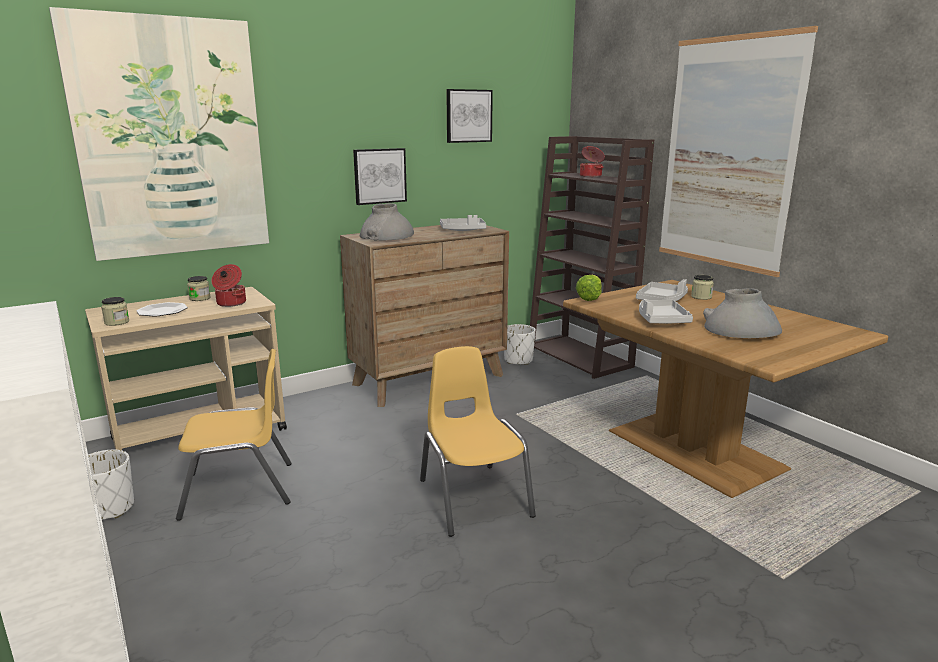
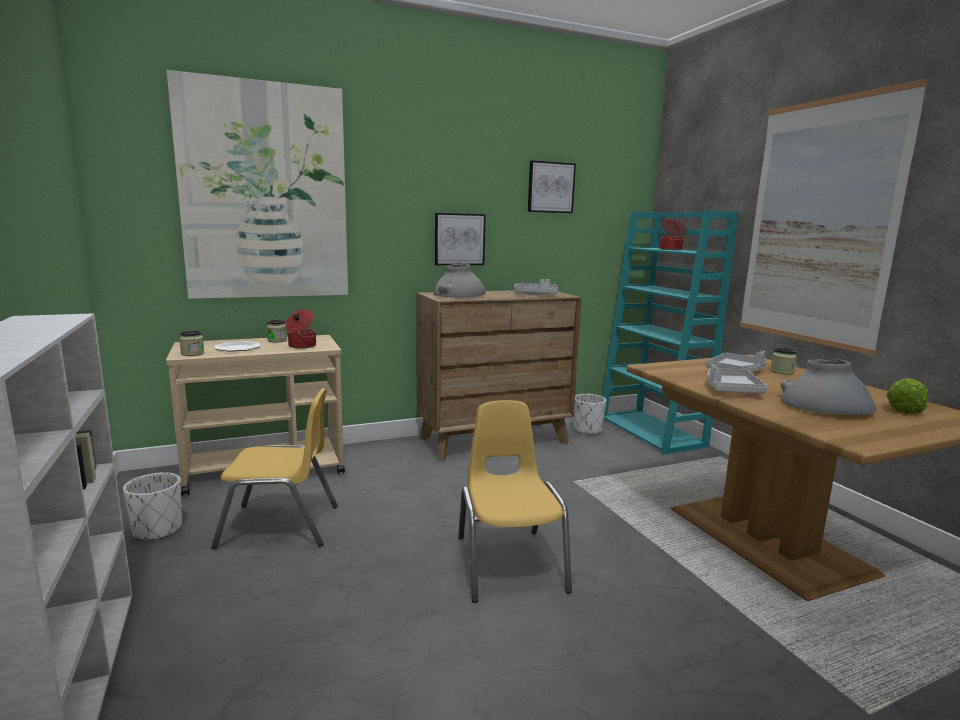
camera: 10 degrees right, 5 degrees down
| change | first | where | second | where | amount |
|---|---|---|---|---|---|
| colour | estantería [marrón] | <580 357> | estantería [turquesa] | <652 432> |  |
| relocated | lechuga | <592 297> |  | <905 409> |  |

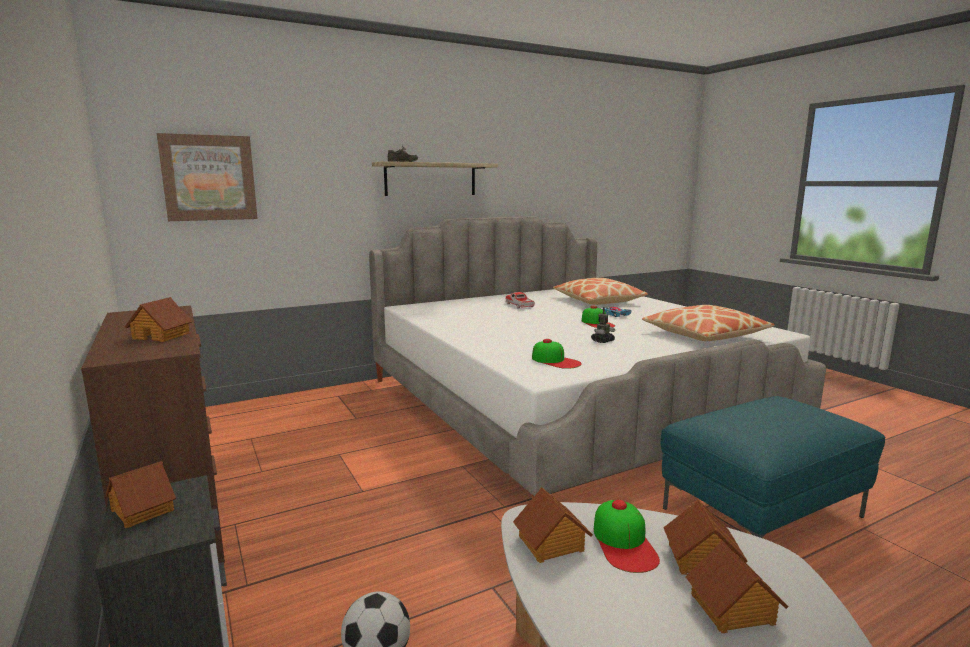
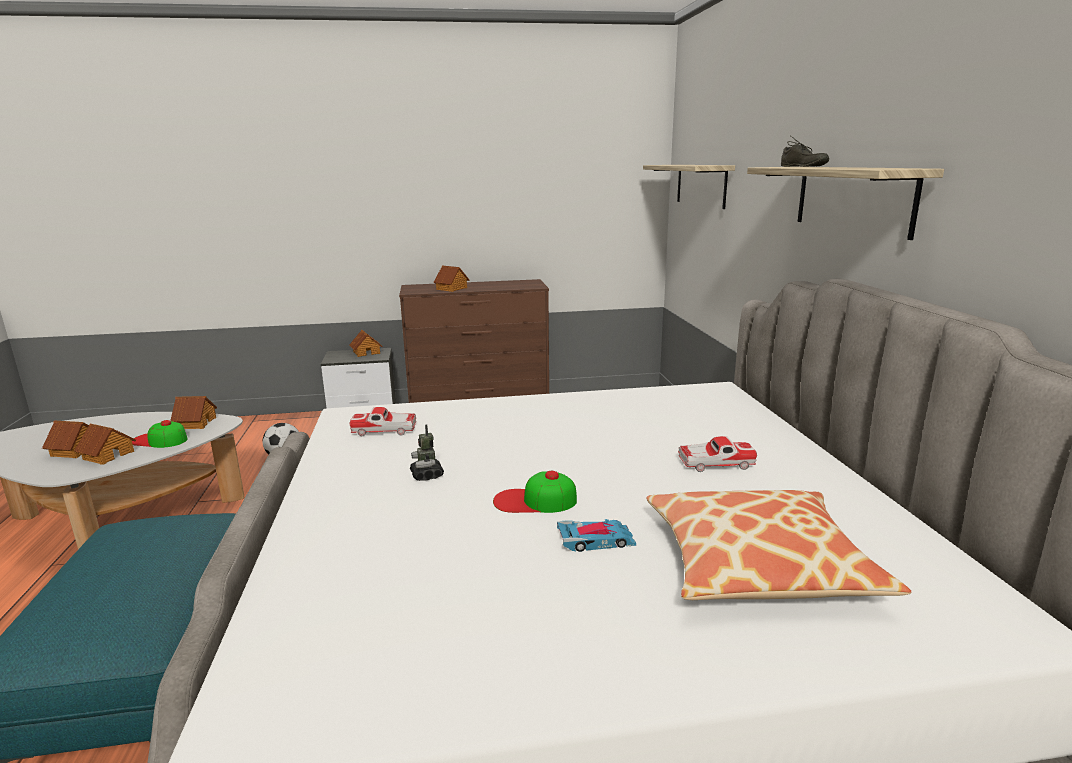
camera: 110 degrees right, 5 degrees up
| change | first | where | second | where | amount |
|---|---|---|---|---|---|
| exchanged | gorra | <555 361> | coche de juguete | <384 430> |  |
| exchanged | cuadro | <209 178> | estante | <701 185> |  |
| missing | cojín | <705 335> |  |  |  |

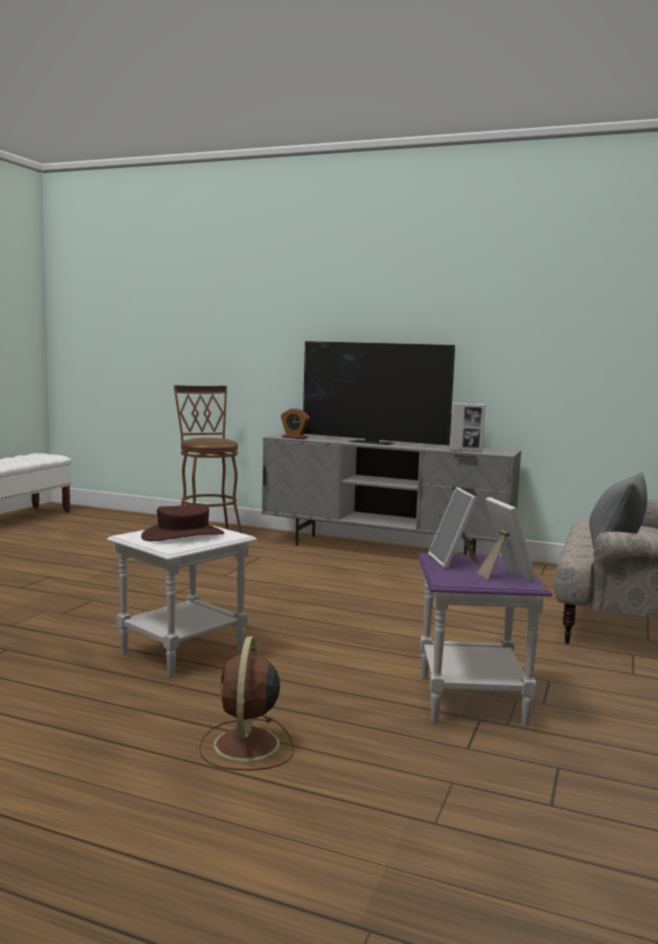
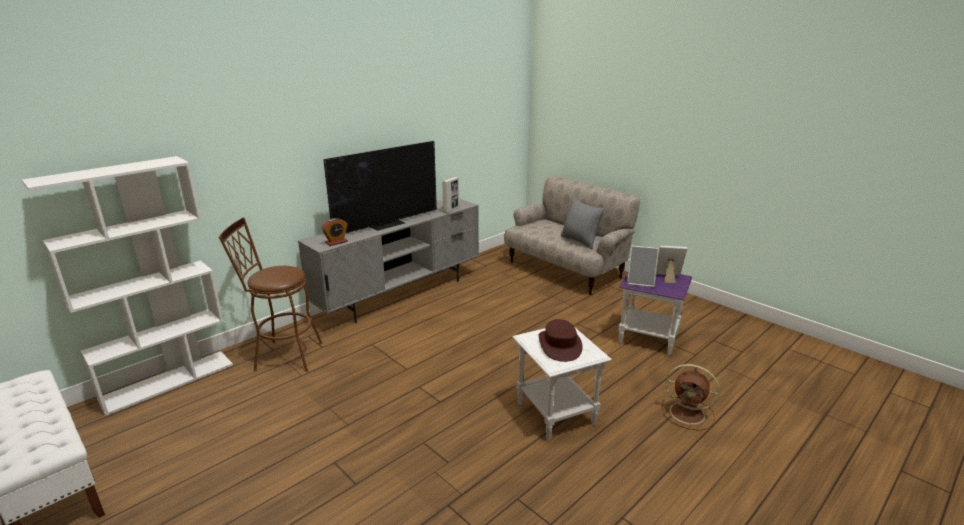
camera: 65 degrees left, 15 degrees up
| change | first | where | second | where | amount |
|---|---|---|---|---|---|
| appeared |  |  | estantería [blanco] | <168 381> |  |

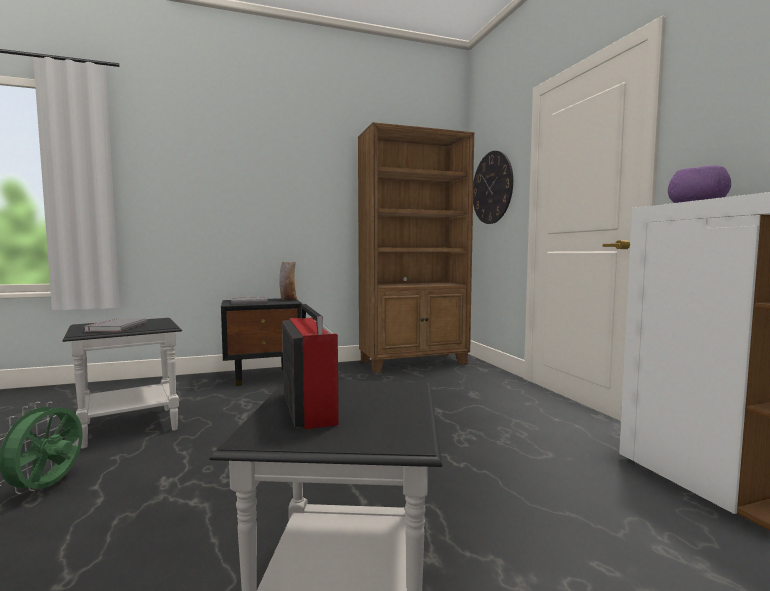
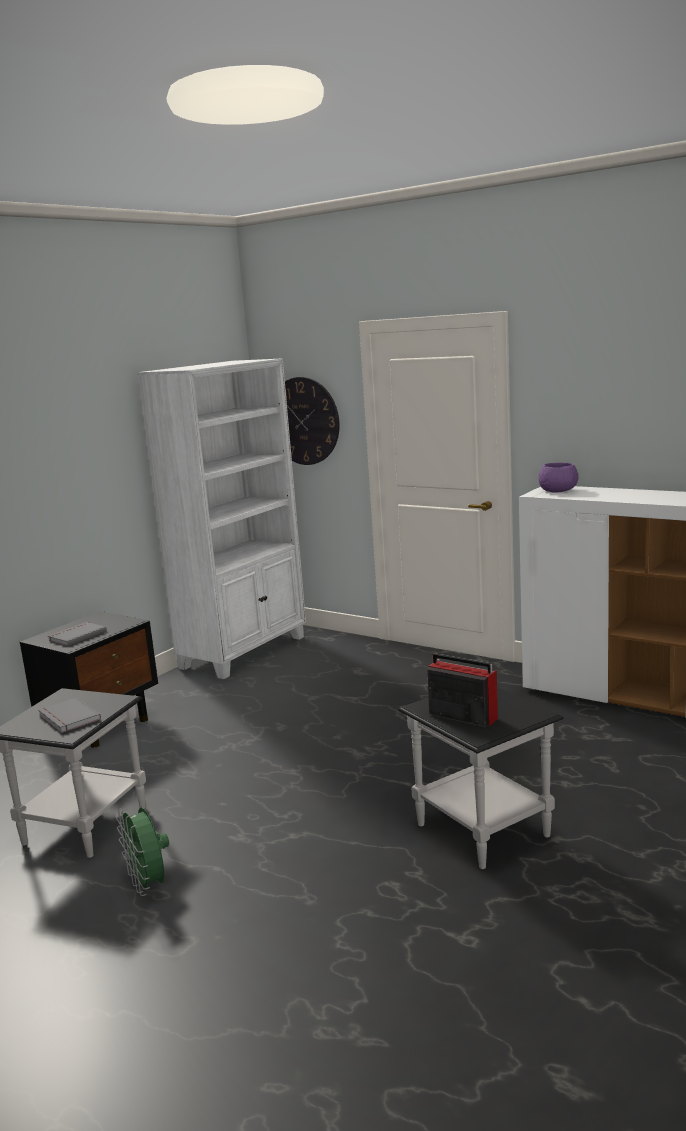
camera: 35 degrees left, 10 degrees up
| change | first | where | second | where | amount |
|---|---|---|---|---|---|
| colour | estantería [marrón] | <414 363> | estantería [blanco] | <245 652> |  |
| missing | florero | <288 300> |  |  |  |

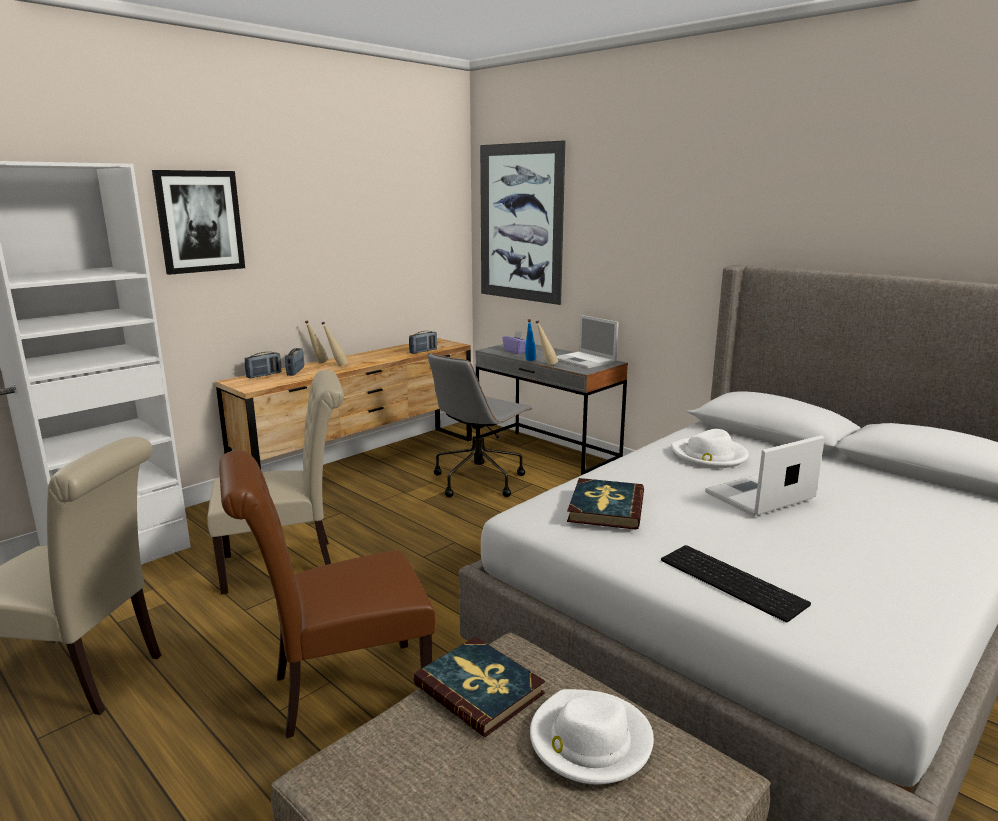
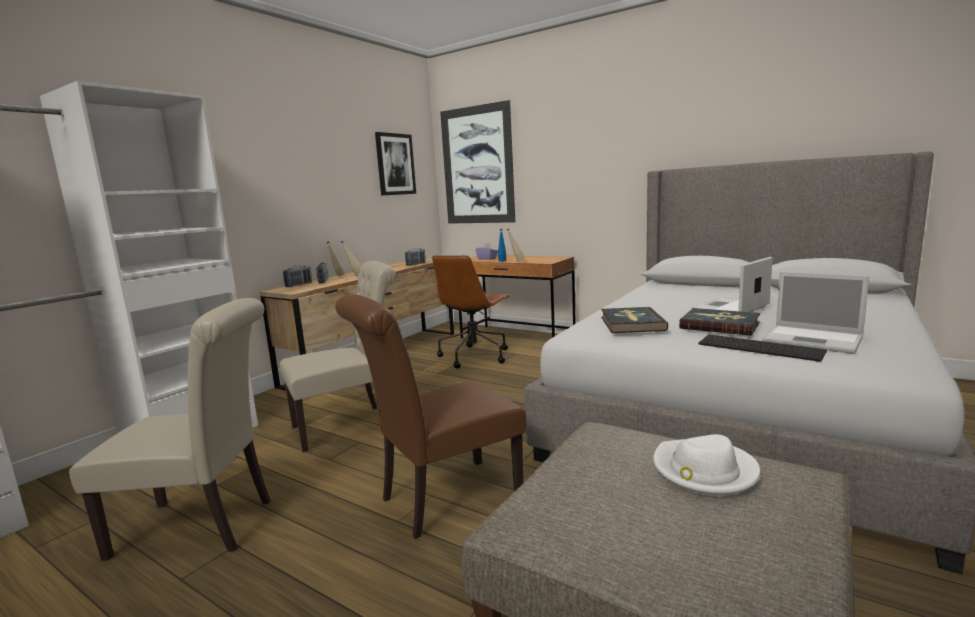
camera: 10 degrees left, 5 degrees down
| change | first | where | second | where | amount |
|---|---|---|---|---|---|
| relocated | cuadro | <200 221> |  | <395 164> |  |
| colour | silla de oficina [gris] | <479 480> | silla de oficina [marrón] | <474 356> |  |
| colour | escritorio [gris] | <546 457> | escritorio [marrón] | <517 337> |  |
| relocated | libro | <479 689> |  | <719 325> |  |
| relocated | portátil | <585 360> |  | <814 340> |  |
| missing | sombrero [blanco] | <709 456> |  |  |  |

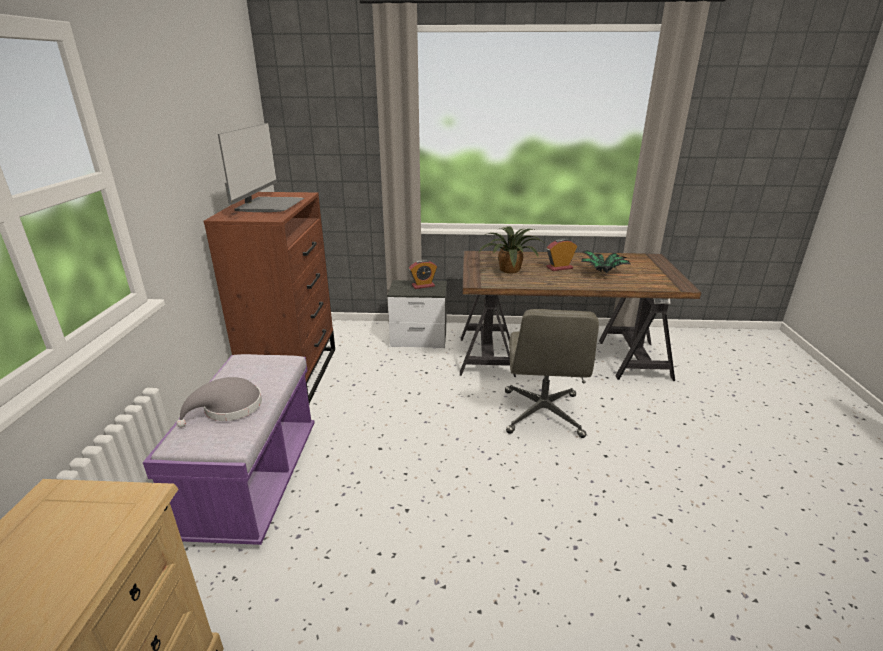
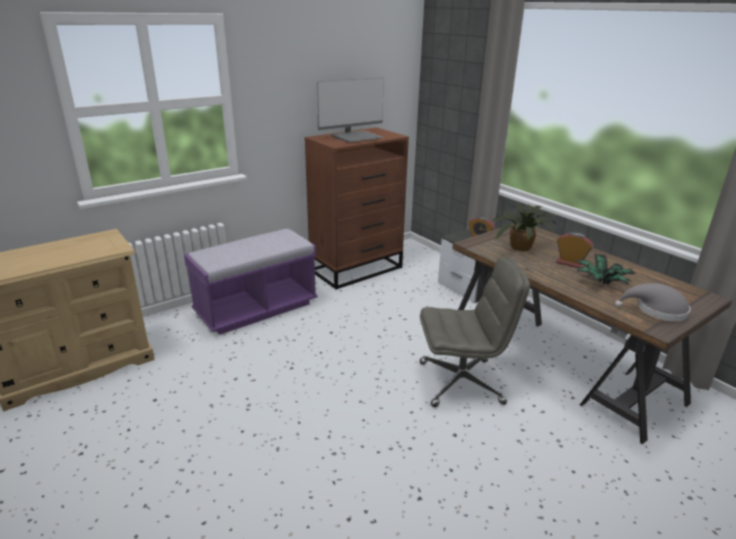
camera: 50 degrees right, 0 degrees up
| change | first | where | second | where | amount |
|---|---|---|---|---|---|
| spun | silla de oficina [gris] | <543 414> |  | <462 382> | 150 degrees counterclockwise |
| relocated | sombrero [gris] | <228 409> |  | <656 310> |  |

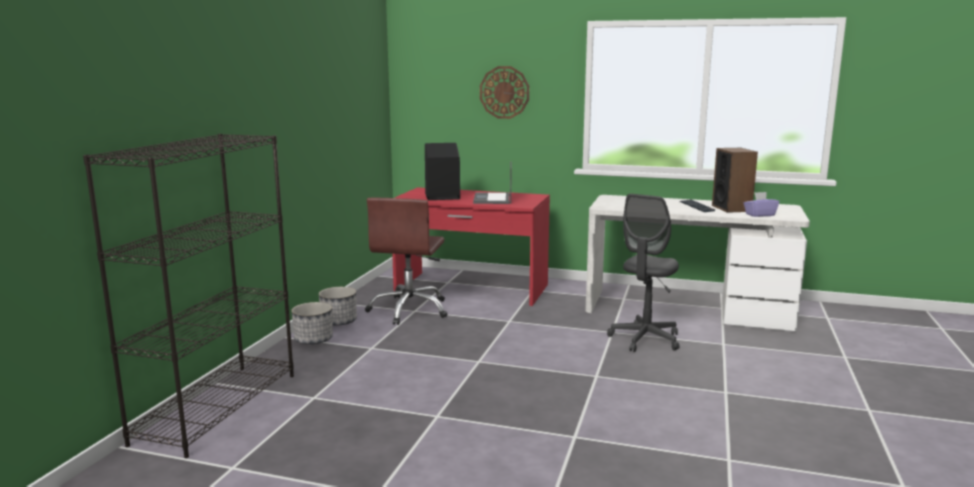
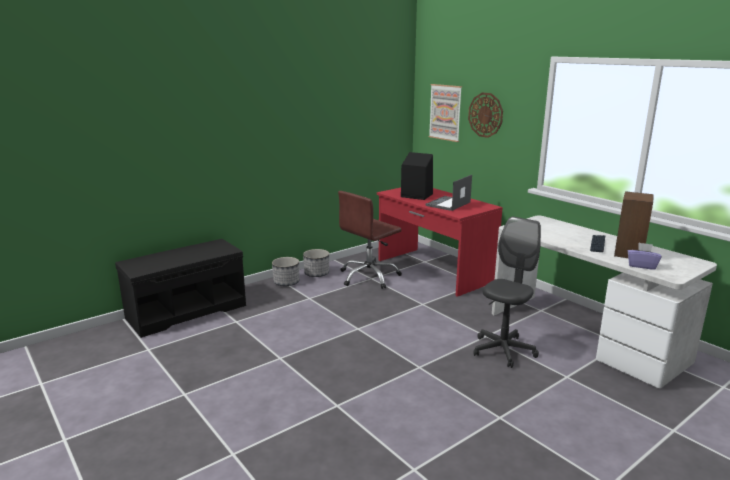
camera: 35 degrees right, 5 degrees up
| change | first | where | second | where | amount |
|---|---|---|---|---|---|
| exchanged | estantería [negro] | <218 407> | banco [negro] | <187 311> |  |
| appeared |  |  | cuadro | <445 112> |  |
| spun | silla de oficina [gris] | <645 339> |  | <503 350> | 150 degrees clockwise |

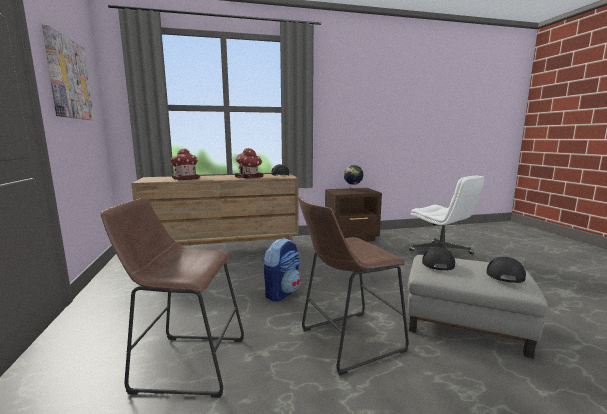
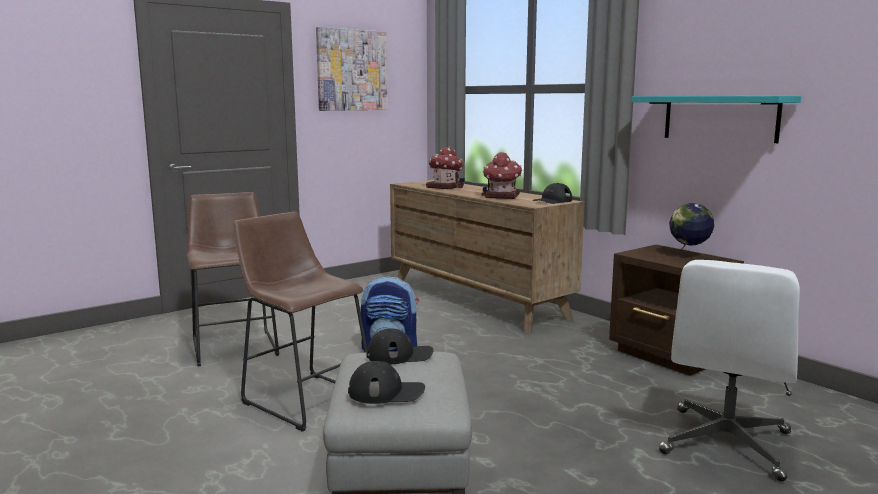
camera: 65 degrees right, 0 degrees up
| change | first | where | second | where | amount |
|---|---|---|---|---|---|
| appeared |  |  | estante [turquesa] | <720 118> |  |

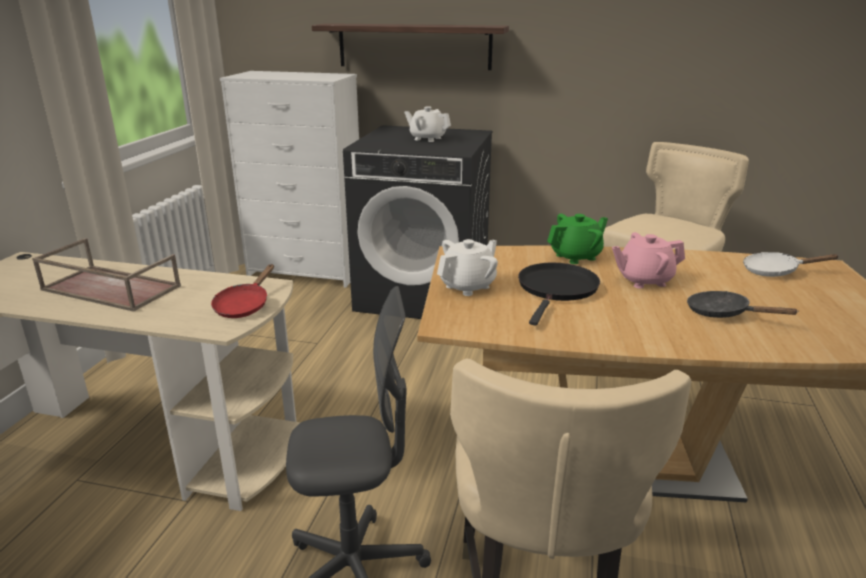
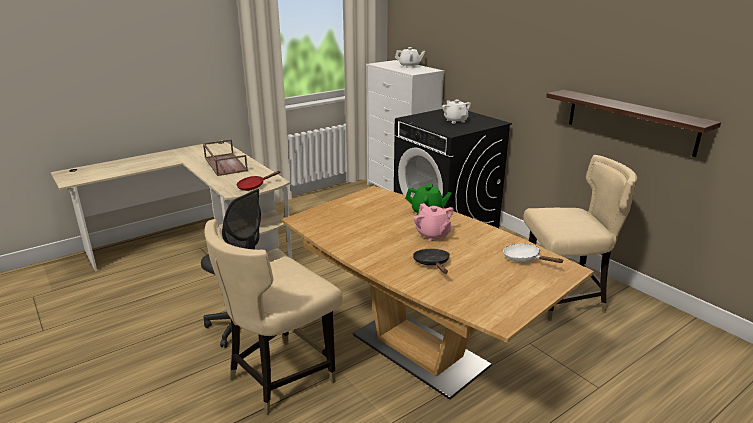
camera: 40 degrees right, 0 degrees up
| change | first | where | second | where | amount |
|---|---|---|---|---|---|
| relocated | tetera [blanco] | <468 286> |  | <409 66> |  |
| spun | tetera [rosa] | <643 280> |  | <432 235> | 150 degrees counterclockwise |
| relocated | estante | <414 46> |  | <630 121> |  |
| missing | sartén [negro] | <557 289> |  |  |  |

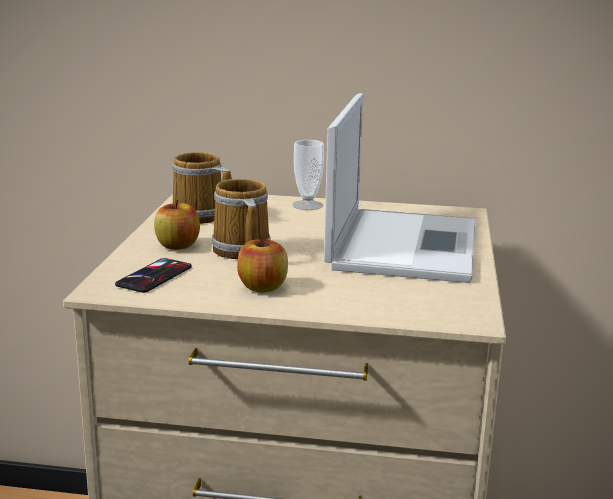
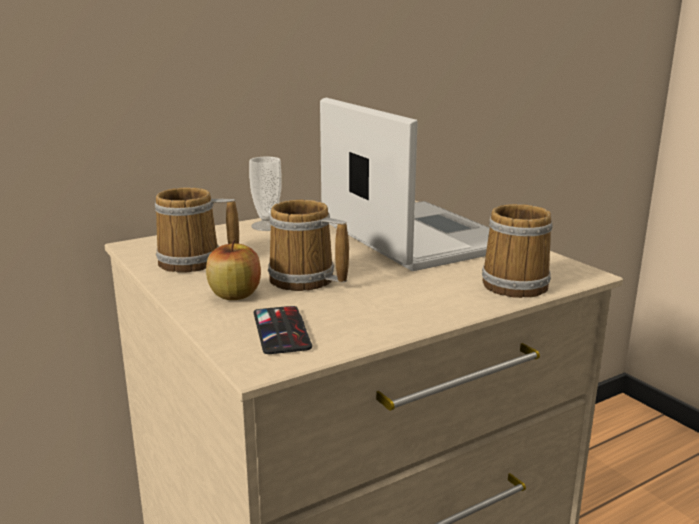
camera: 40 degrees left, 0 degrees up
| change | first | where | second | where | amount |
|---|---|---|---|---|---|
| appeared |  |  | taza grande | <518 283> |  |
| missing | manzana | <262 287> |  |  |  |

